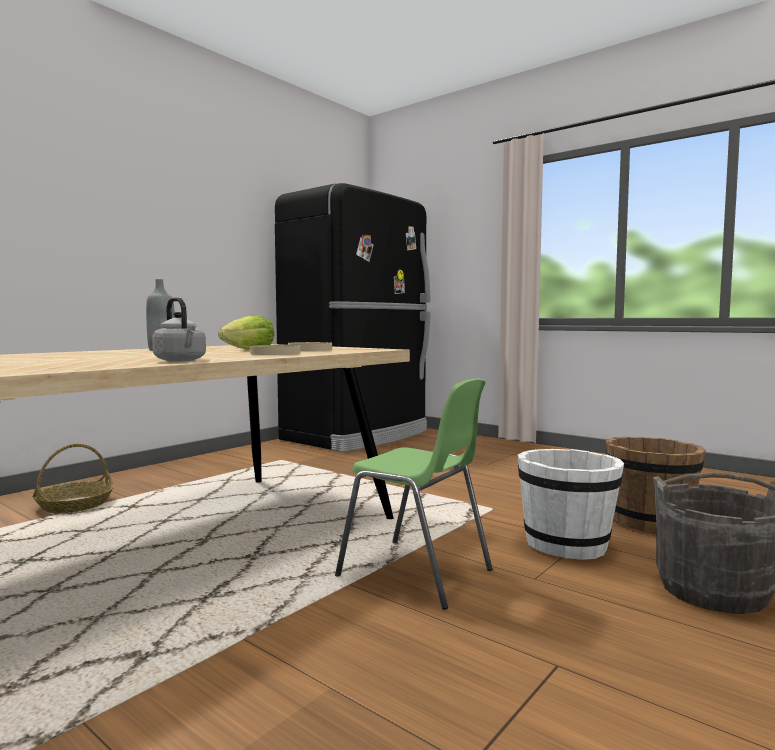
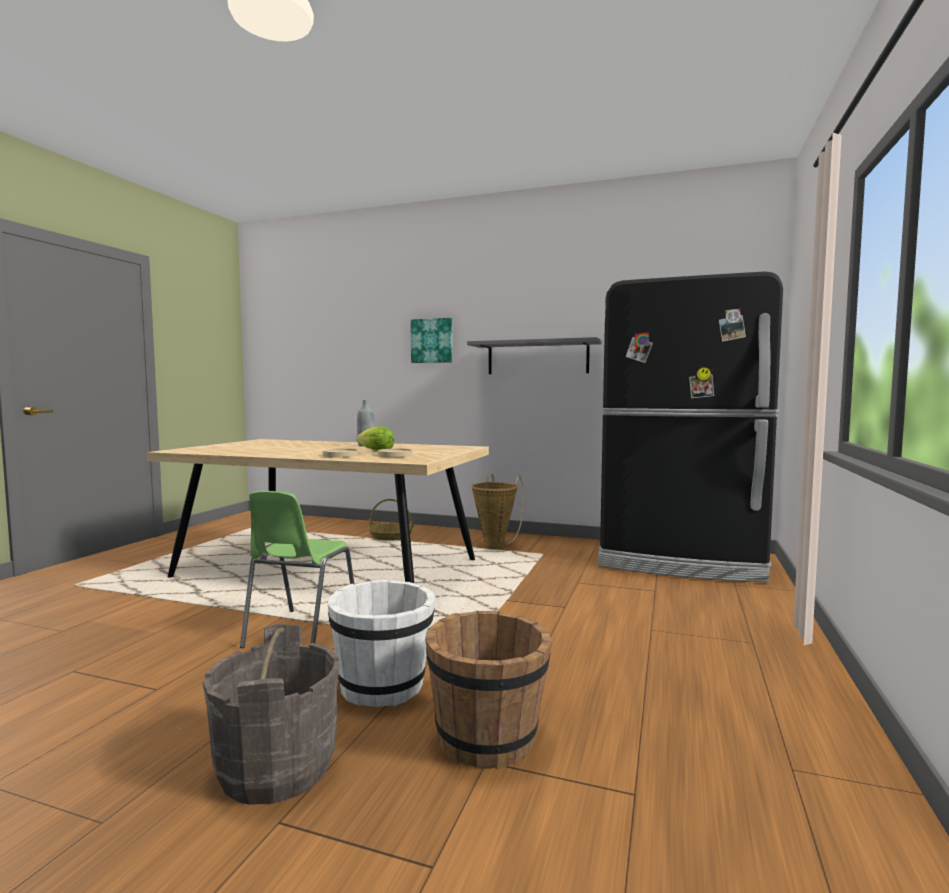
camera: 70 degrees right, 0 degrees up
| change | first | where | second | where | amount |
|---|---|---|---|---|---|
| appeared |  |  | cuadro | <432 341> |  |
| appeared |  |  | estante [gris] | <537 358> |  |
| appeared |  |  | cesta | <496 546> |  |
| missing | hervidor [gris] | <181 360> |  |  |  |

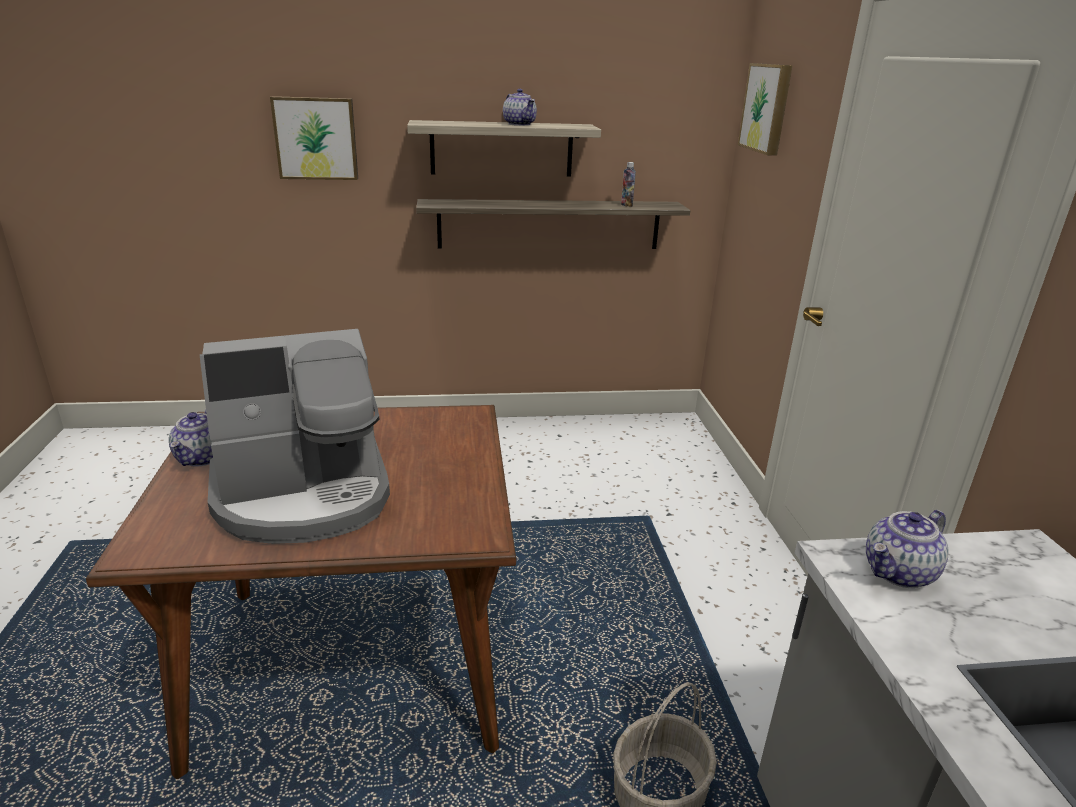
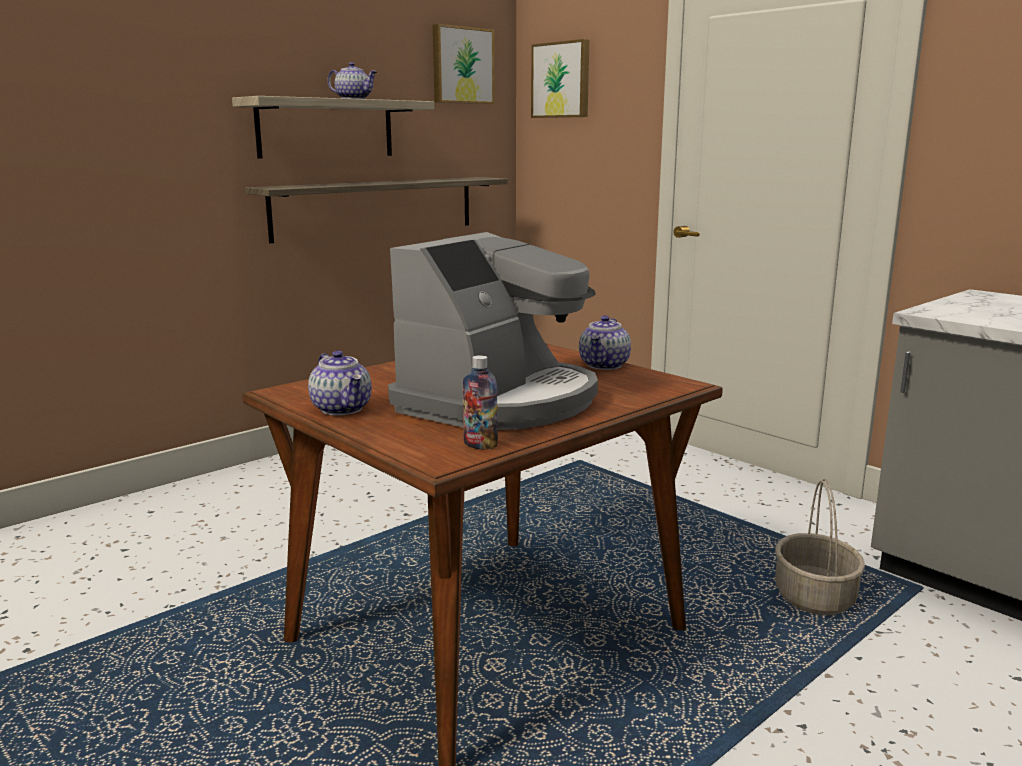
camera: 35 degrees left, 10 degrees down
| change | first | where | second | where | amount |
|---|---|---|---|---|---|
| relocated | cuadro | <316 138> |  | <461 65> |  |
| relocated | botella | <626 205> |  | <480 445> |  |
| relocated | tetera | <899 573> |  | <605 365> |  |

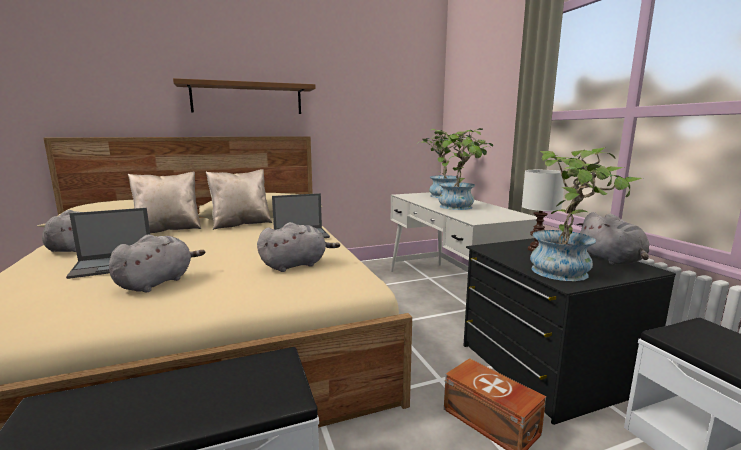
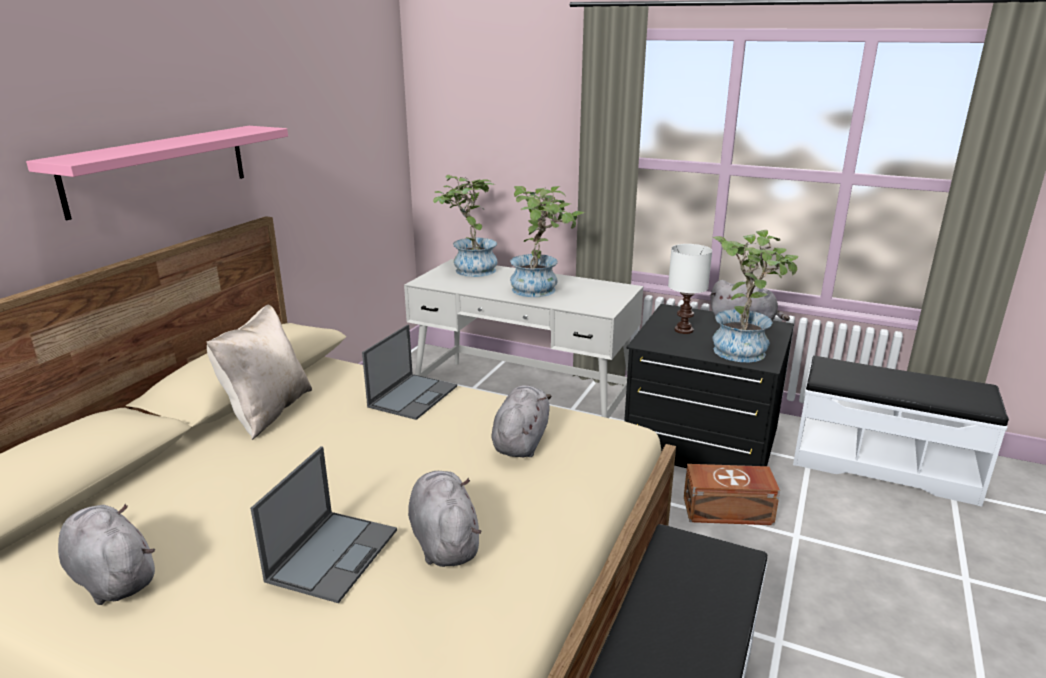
camera: 45 degrees left, 10 degrees up
| change | first | where | second | where | amount |
|---|---|---|---|---|---|
| colour | estante [marrón] | <247 99> | estante [rosa] | <159 168> |  |
| missing | cojín [beis] | <168 230> |  |  |  |

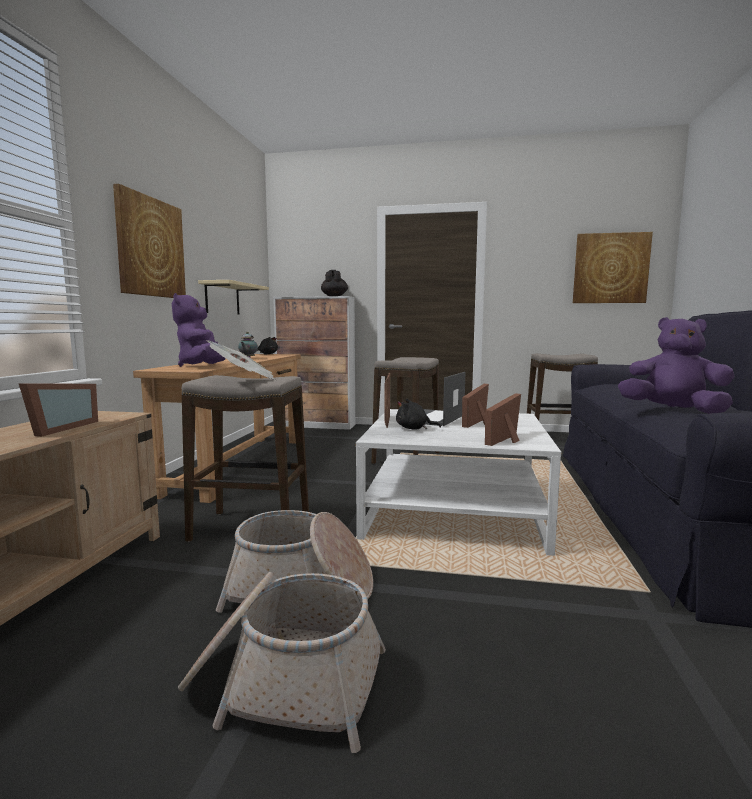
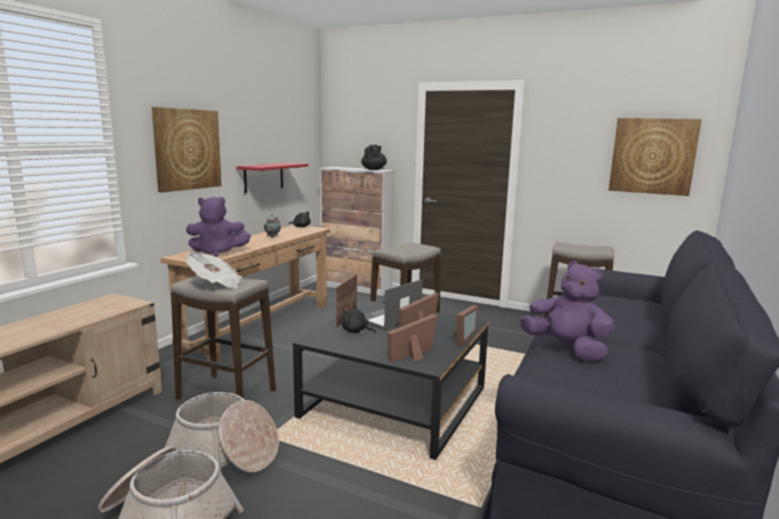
camera: 15 degrees right, 5 degrees up
| change | first | where | second | where | amount |
|---|---|---|---|---|---|
| spun | peluche [morado] | <202 366> |  | <217 252> | 105 degrees counterclockwise |
| colour | estante [beis] | <222 299> | estante [rojo] | <264 177> |  |
| colour | mesa de centro [blanco] | <454 511> | mesa de centro [negro] | <395 402> |  |
| relocated | portarretratos | <58 428> |  | <461 337> |  |

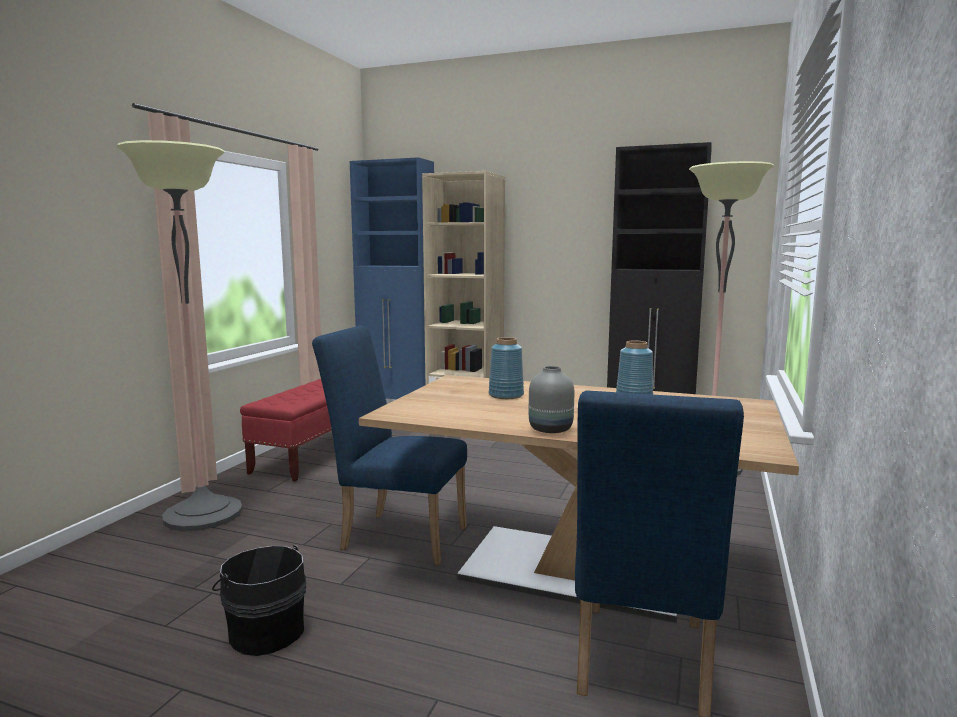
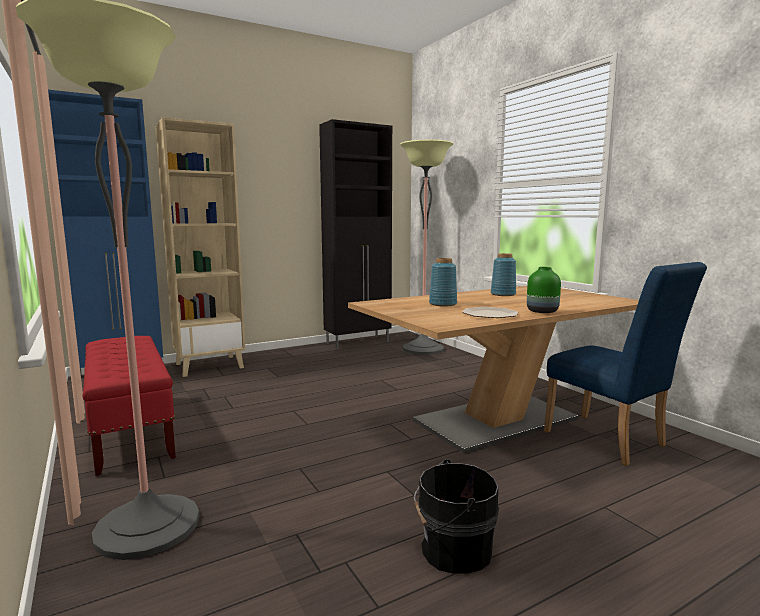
camera: 50 degrees left, 0 degrees up
| change | first | where | second | where | amount |
|---|---|---|---|---|---|
| appeared |  |  | plato | <490 314> |  |
| colour | florero [gris] | <551 429> | florero [verde] | <542 311> |  |
| missing | silla [azul] | <396 535> |  |  |  |

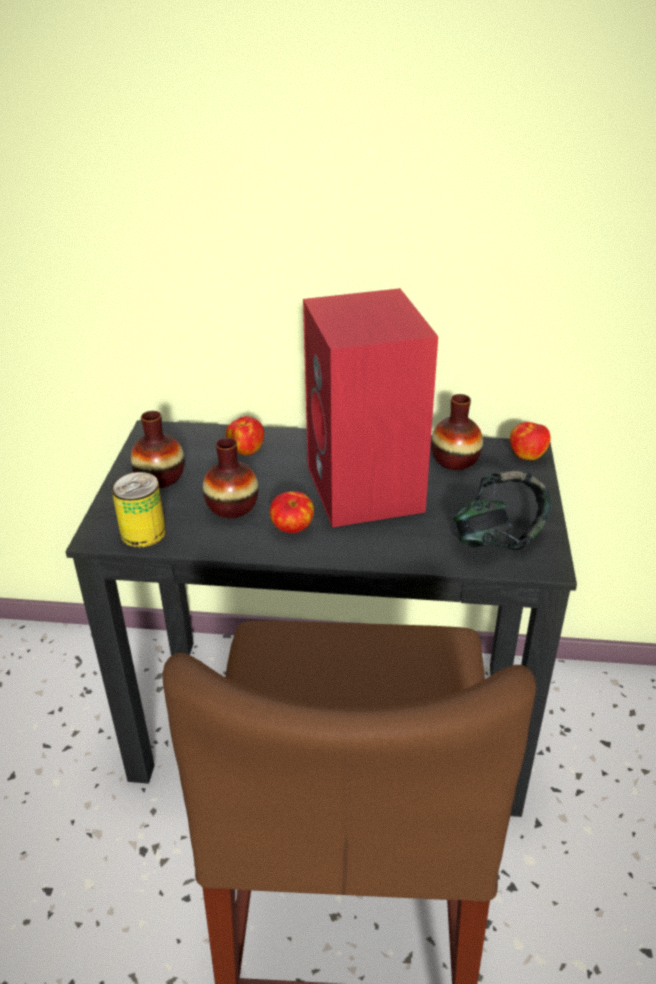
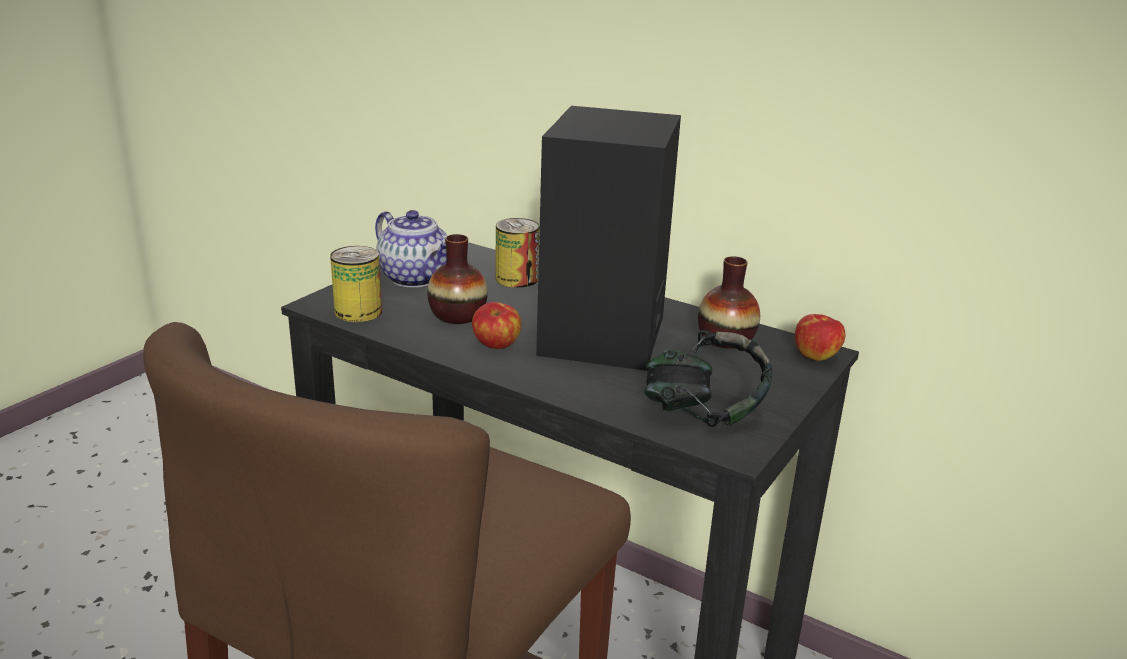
camera: 25 degrees right, 10 degrees down
| change | first | where | second | where | amount |
|---|---|---|---|---|---|
| exchanged | florero | <160 477> | tetera | <416 278> |  |
| exchanged | manzana | <245 450> | lata | <516 279> |  |
| colour | altavoz [rojo] | <368 490> | altavoz [negro] | <604 337> |  |

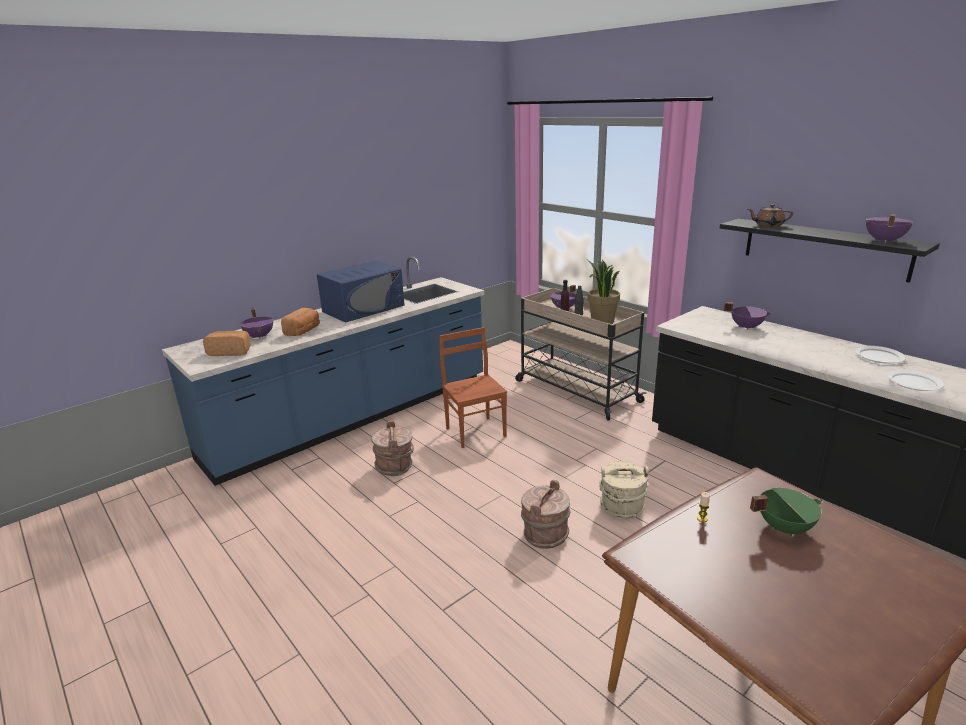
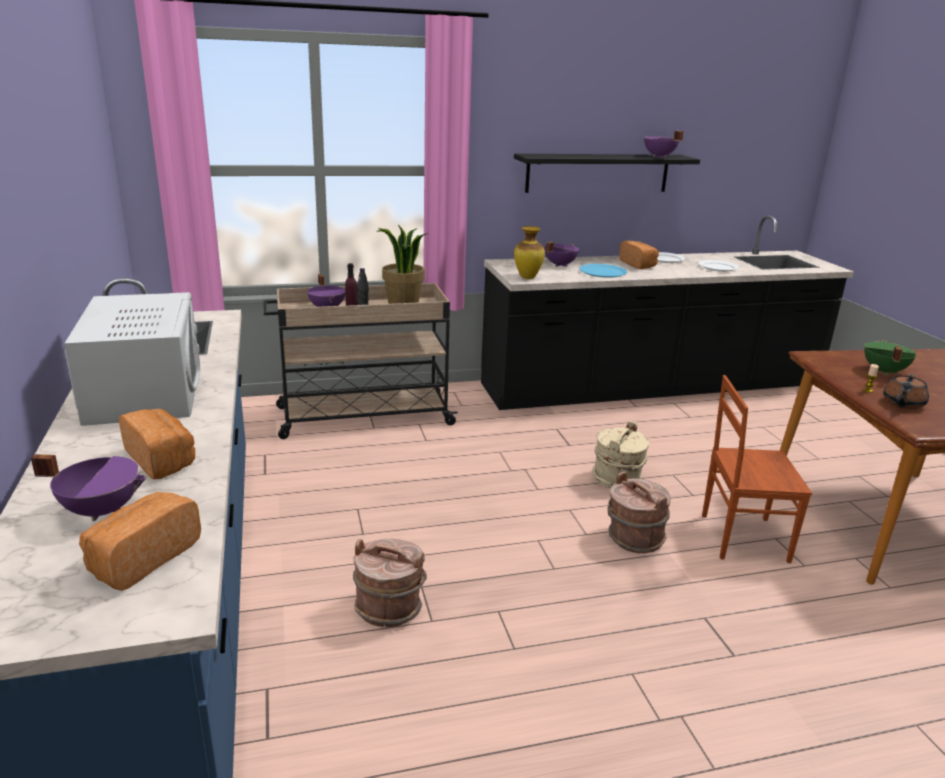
camera: 65 degrees left, 0 degrees up
| change | first | where | second | where | amount |
|---|---|---|---|---|---|
| colour | microondas [azul] | <364 308> | microondas [blanco] | <145 390> |  |
| appeared |  |  | florero | <528 277> |  |
| appeared |  |  | plato [azul] | <603 272> |  |
| appeared |  |  | pan | <638 264> |  |
| relocated | silla [marrón] | <476 431> |  | <742 537> |  |
| relocated | tetera [marrón] | <768 225> |  | <902 404> |  |

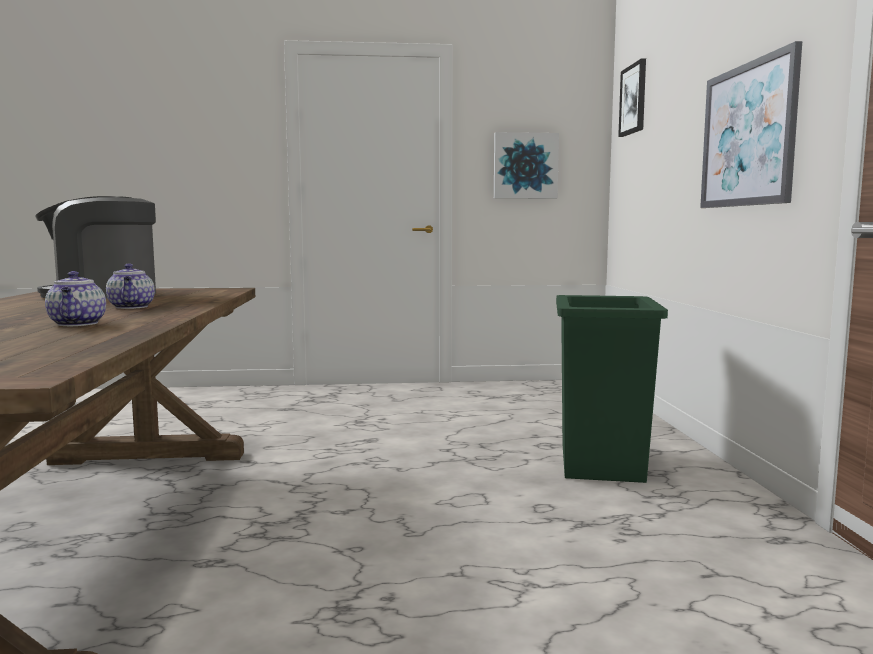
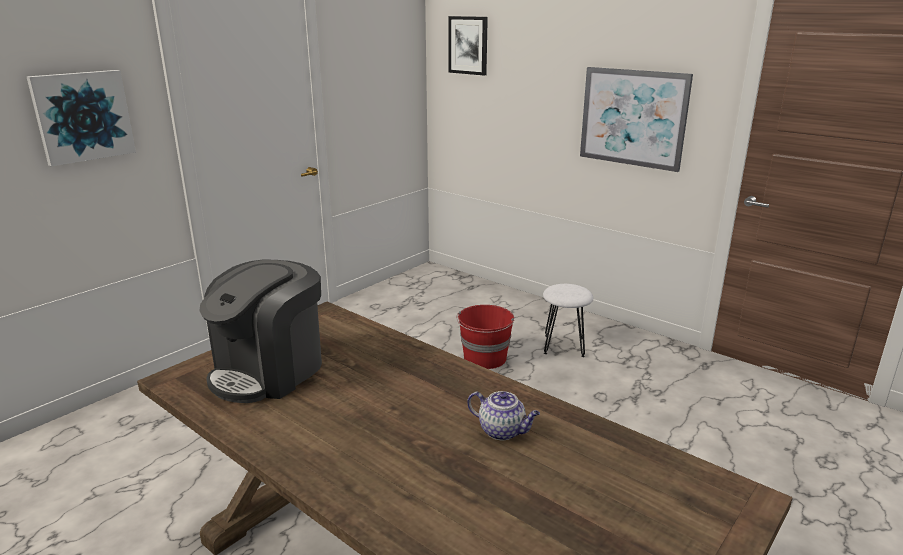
camera: 45 degrees left, 15 degrees up
| change | first | where | second | where | amount |
|---|---|---|---|---|---|
| relocated | cuadro | <525 166> |  | <83 116> |  |
| appeared |  |  | cubo [rojo] | <485 358> |  |
| exchanged | papelera [verde] | <602 462> | taburete [blanco] | <564 345> |  |
| missing | tetera | <132 307> |  |  |  |

